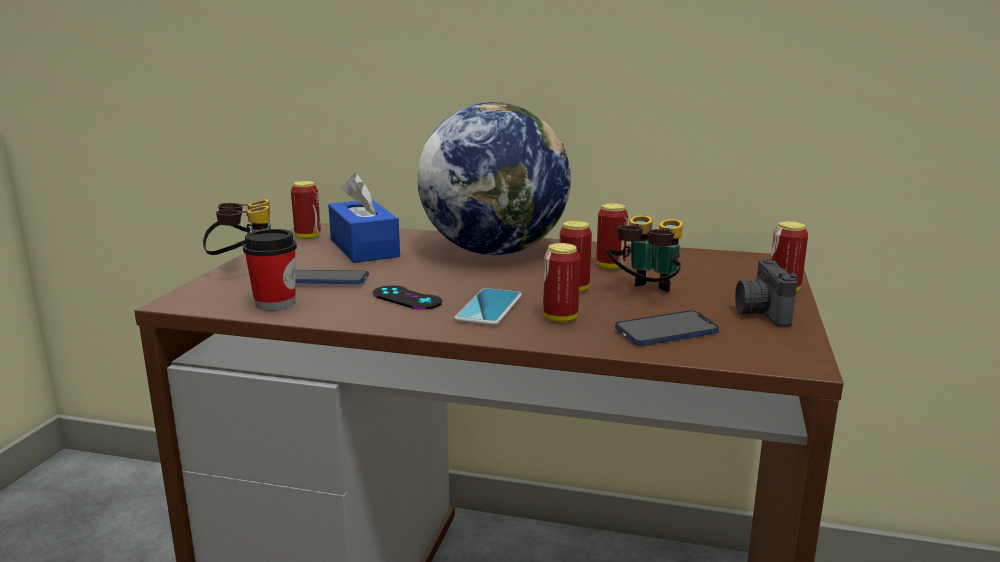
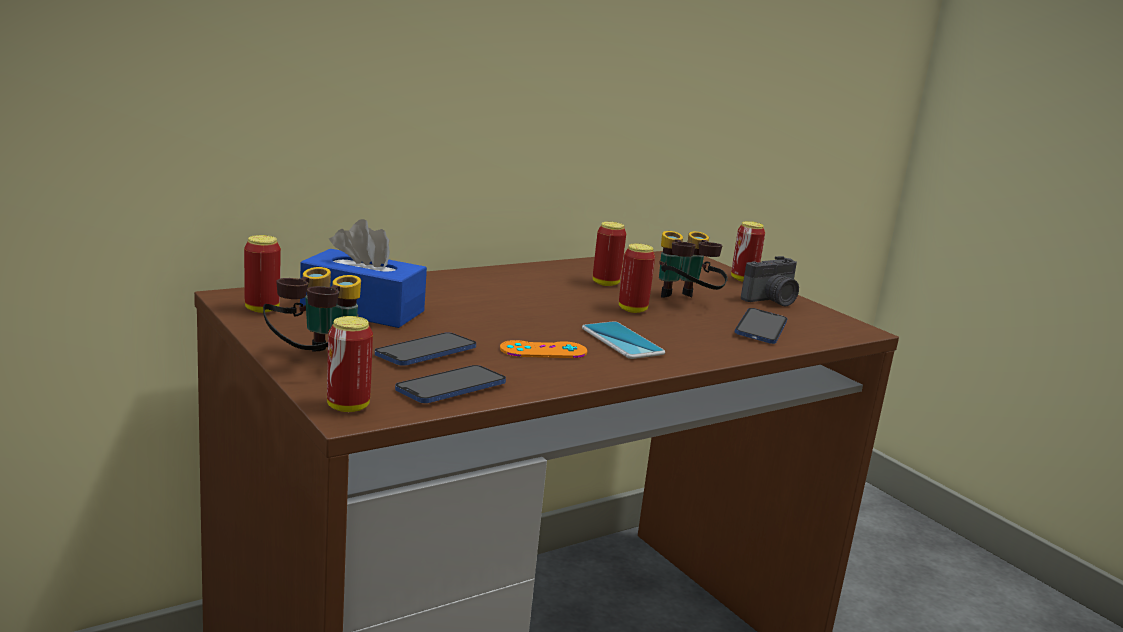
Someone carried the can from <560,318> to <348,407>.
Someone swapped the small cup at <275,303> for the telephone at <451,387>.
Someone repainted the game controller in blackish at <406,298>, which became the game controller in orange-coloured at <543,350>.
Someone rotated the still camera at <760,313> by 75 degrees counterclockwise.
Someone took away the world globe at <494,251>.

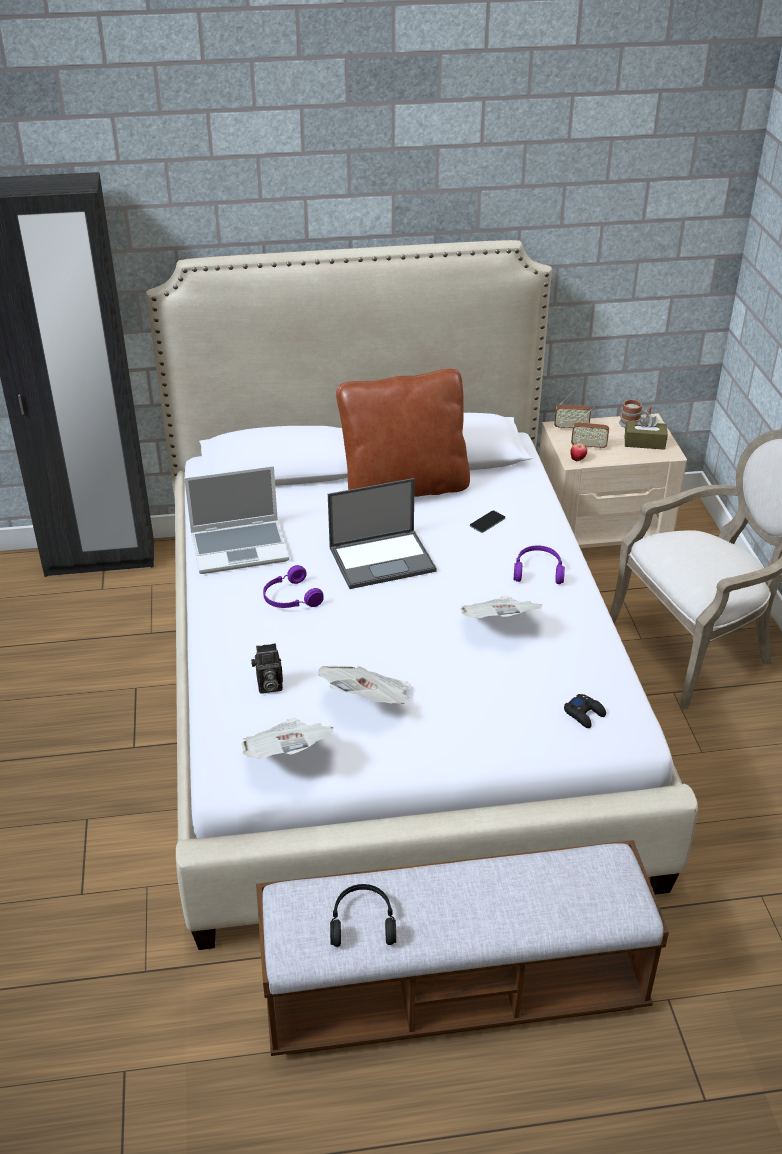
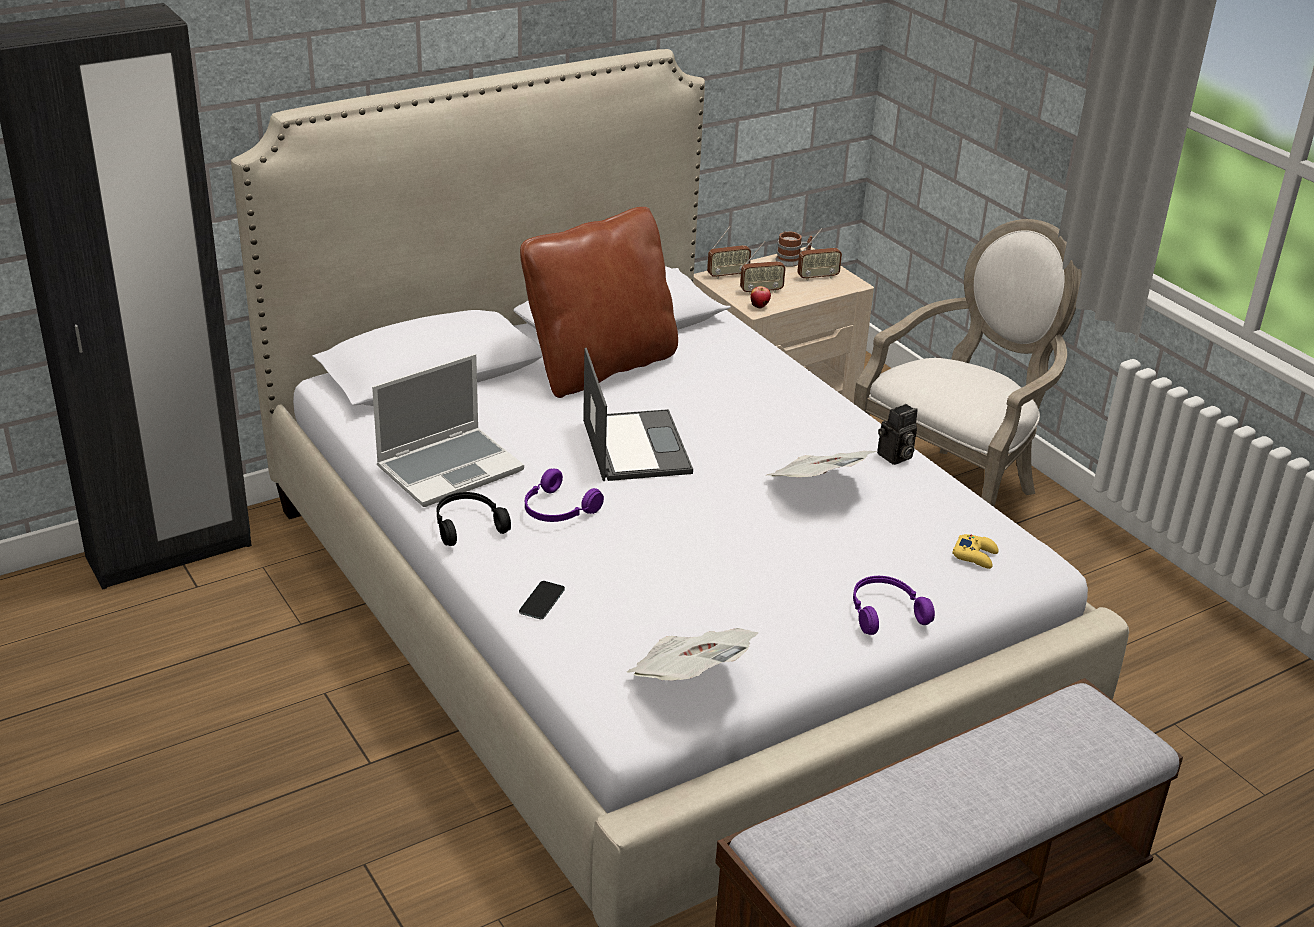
Someone carried the pair of headphones in blackish from <362,922> to <467,525>.
Someone carried the telephone from <487,522> to <542,600>.
Someone rotated the portable computer at <383,559> by 60 degrees counterclockwise.
Someone swapped the tissue box in brownish at <644,442> for the radio at <817,277>.
Someone carried the pair of headphones in purplish from <538,570> to <884,612>.
Someone carried the still camera from <268,686> to <895,457>.
Someone repainted the game controller in blackish at <584,714>, which became the game controller in yellow-coloured at <975,555>.
Someone took away the daily paper at <368,702>.

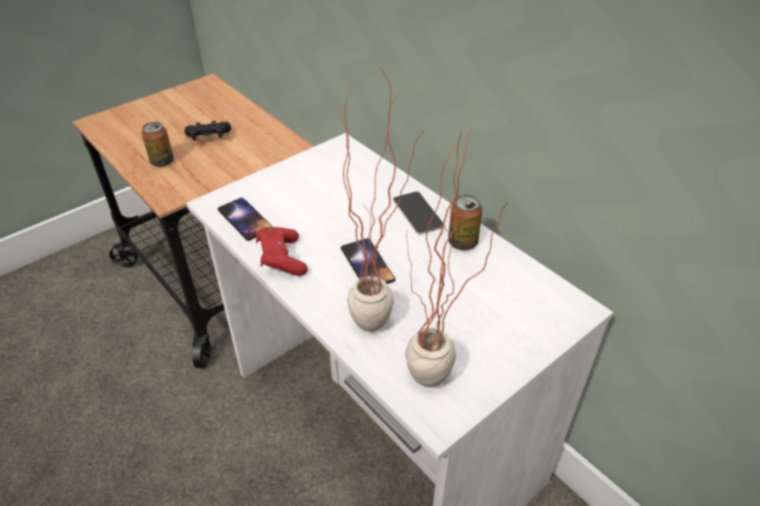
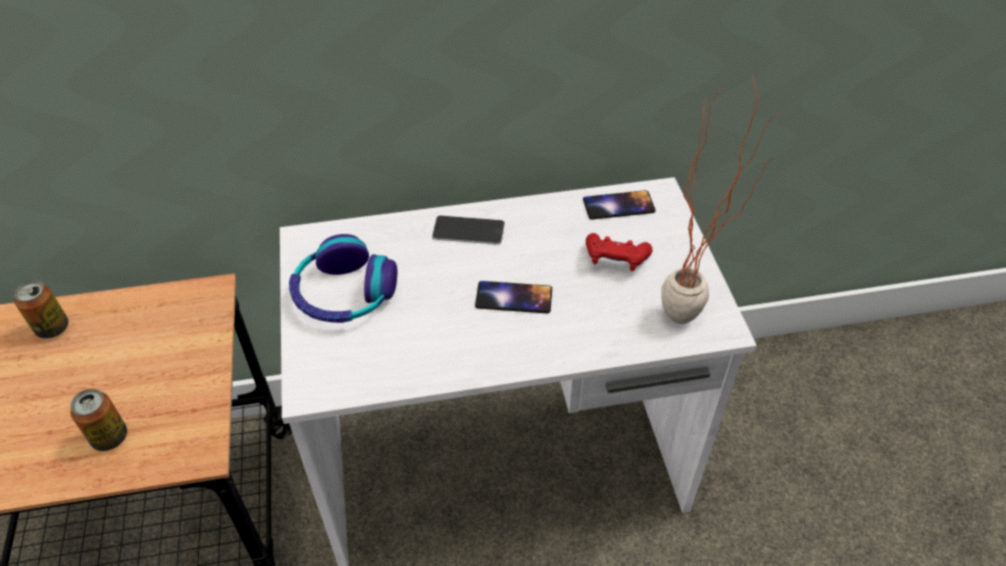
Someone carried the can from <462,242> to <52,328>.
Someone put down the pair of headphones at <344,294>.
Someone carried the telephone from <245,219> to <618,205>.
Someone carried the game controller in red from <281,259> to <615,261>.
Someone took away the game controller in blackish at <209,139>.
Someone took away the plant in a pot at <382,318>.

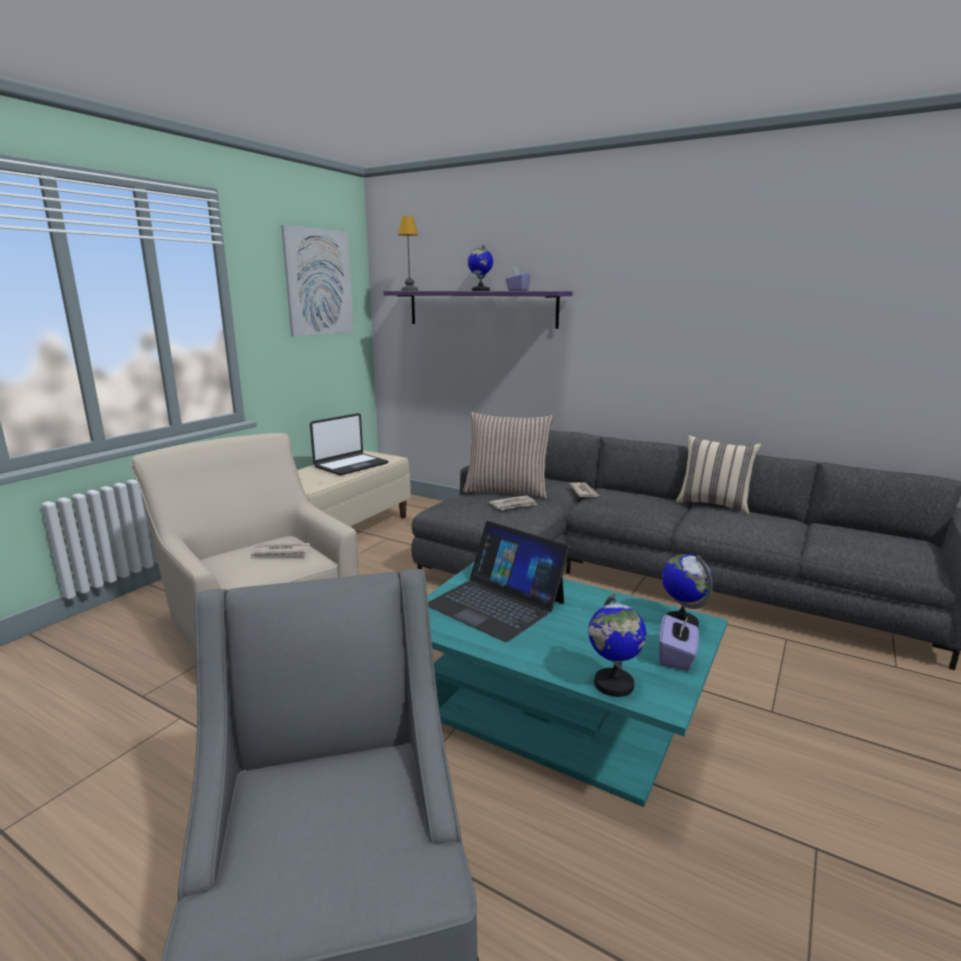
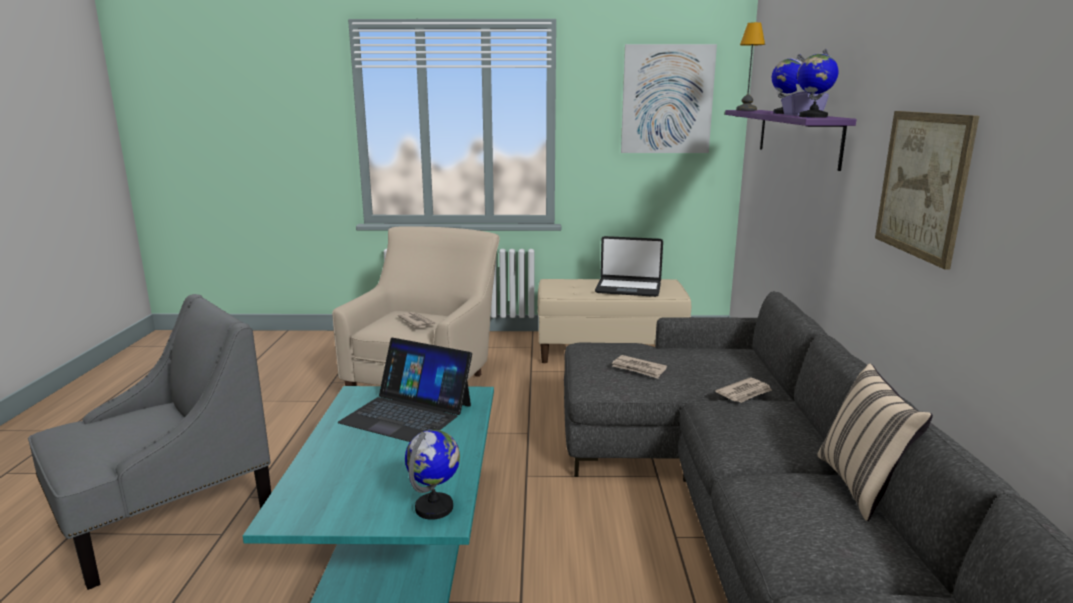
Someone rotated the portable computer at <496,603> by 75 degrees counterclockwise.
Someone carried the world globe from <613,684> to <812,117>.
Someone put up the picture at <923,184>.
Someone took away the pillow at <507,491>.
Someone took away the tissue box in purplish at <676,656>.

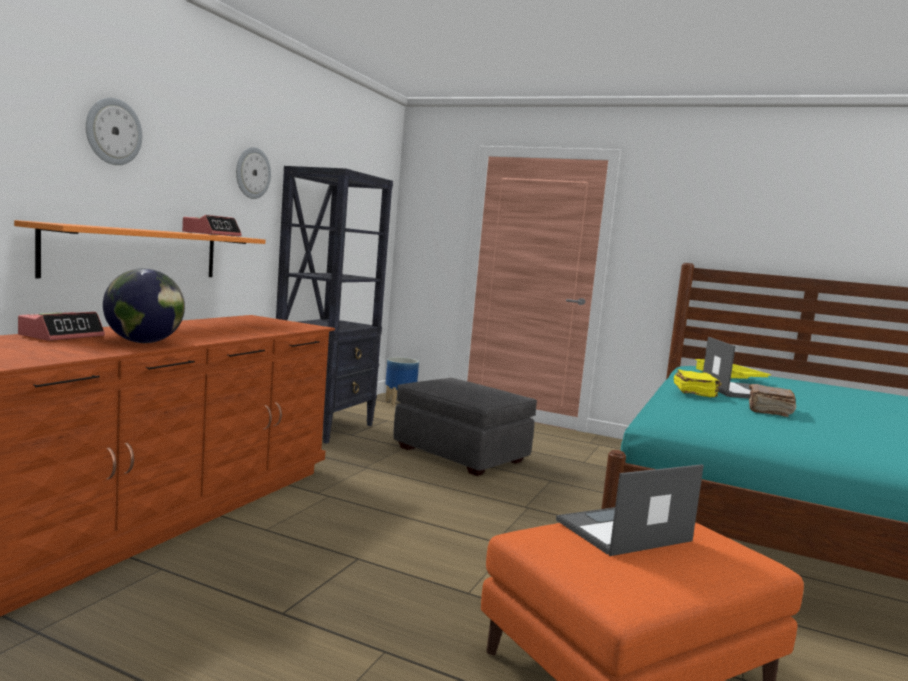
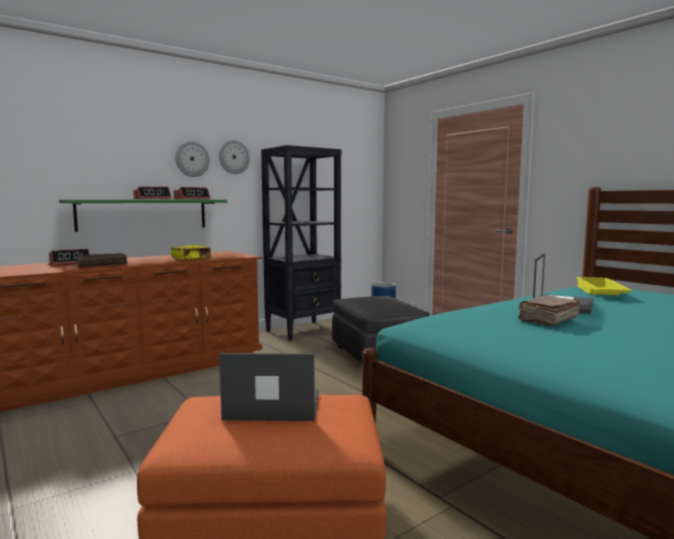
Someone repainted the bracket shelf in orange-coloured at <136,253>, which became the bracket shelf in green at <143,214>.
Someone swapped the world globe at <144,342> for the bound book in brownish at <102,265>.
Someone put down the table clock at <152,199>.
Someone carried the bound book in yellow-coloured from <695,393> to <191,259>.
Someone carried the hanging clock from <113,131> to <192,159>.

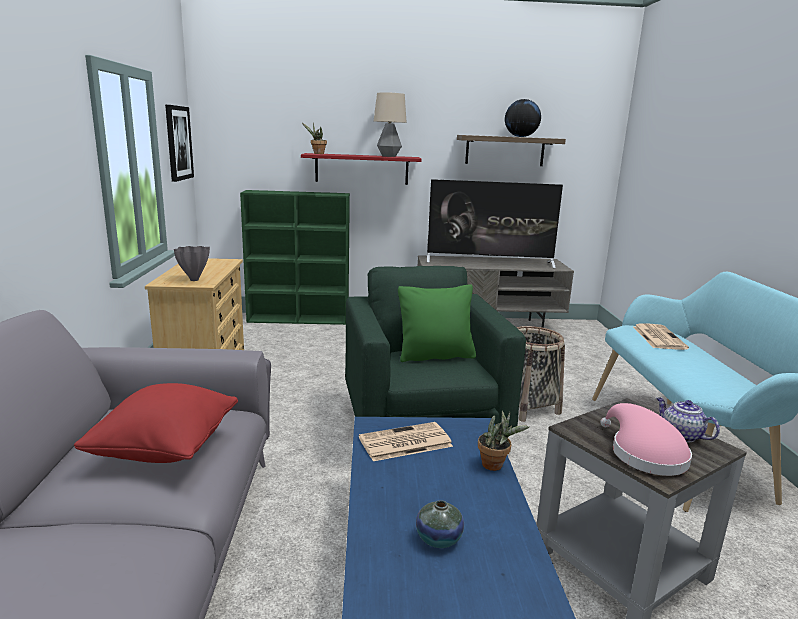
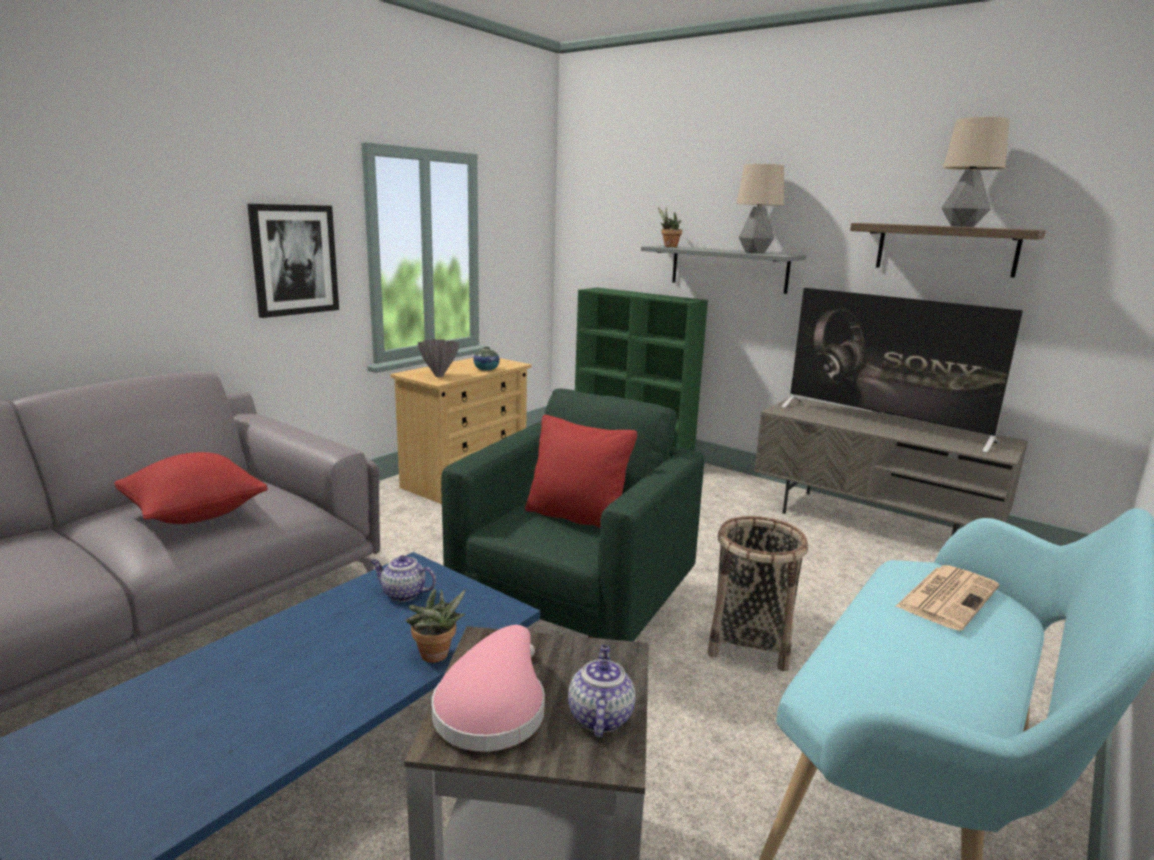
Someone carried the picture from <178,143> to <294,260>.
Someone swapped the daily paper at <404,442> for the teapot at <402,594>.
Someone carried the flower vase from <438,539> to <486,369>.
Someone repainted the pillow in green at <435,356>, which became the pillow in red at <577,517>.
Someone repainted the bracket shelf in red at <361,169>, which became the bracket shelf in greyish at <728,269>.
Someone swapped the world globe at <521,136> for the lamp for a table at <961,226>.

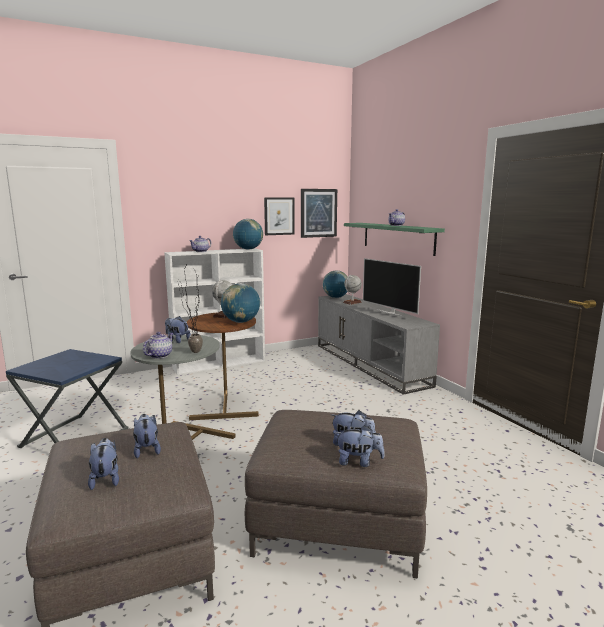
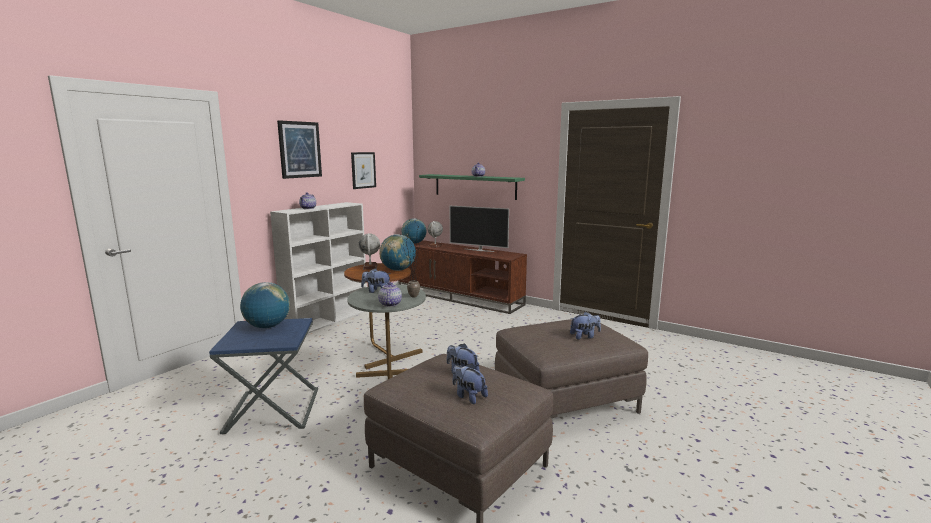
Someone carried the world globe from <248,249> to <267,327>.
Someone carried the picture from <318,213> to <299,149>.
Someone repainted the tv stand in greyish at <370,364>, which became the tv stand in brownish at <460,297>.
Someone took away the soft toy at <358,462>.

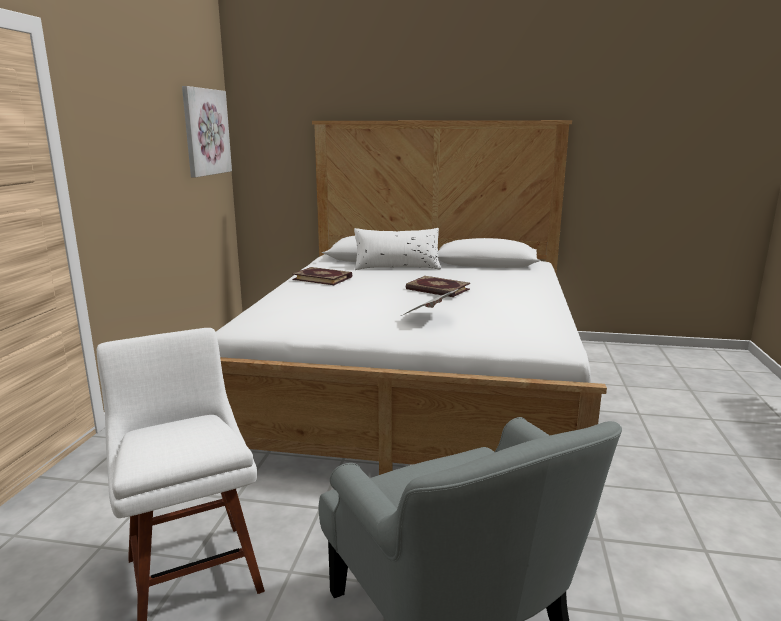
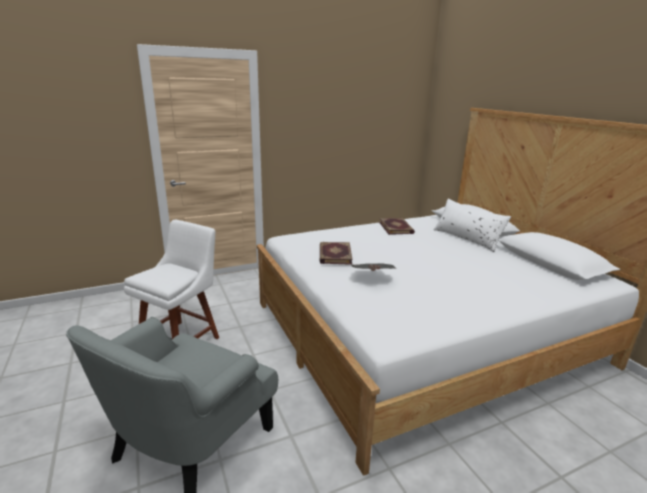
Someone carried the bound book from <437,289> to <334,255>.
Someone took away the picture at <205,132>.

